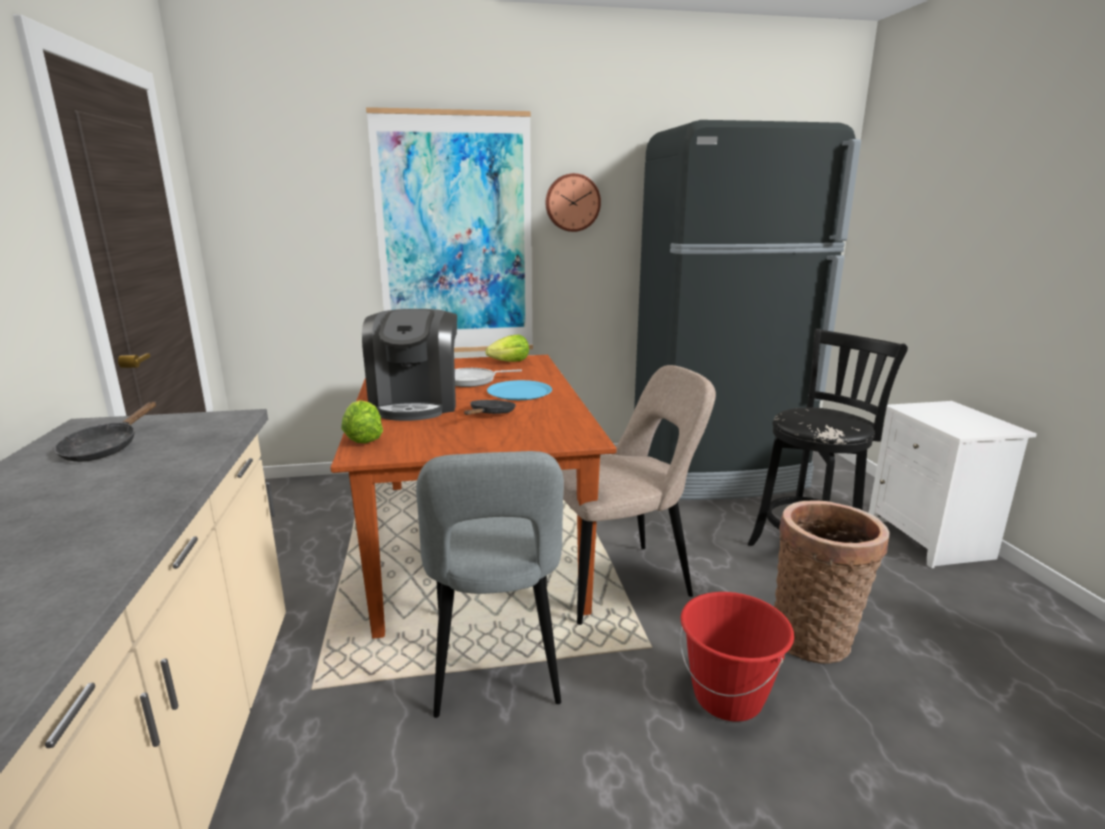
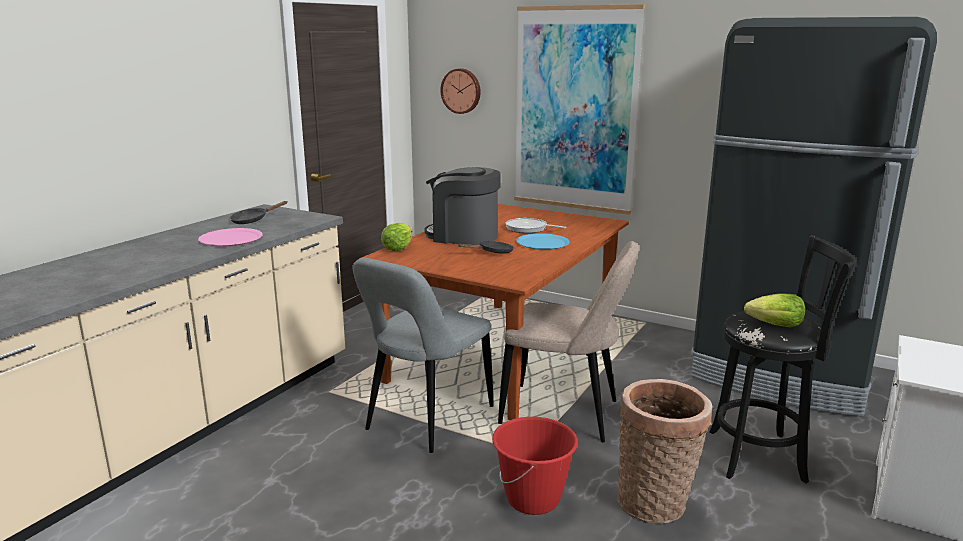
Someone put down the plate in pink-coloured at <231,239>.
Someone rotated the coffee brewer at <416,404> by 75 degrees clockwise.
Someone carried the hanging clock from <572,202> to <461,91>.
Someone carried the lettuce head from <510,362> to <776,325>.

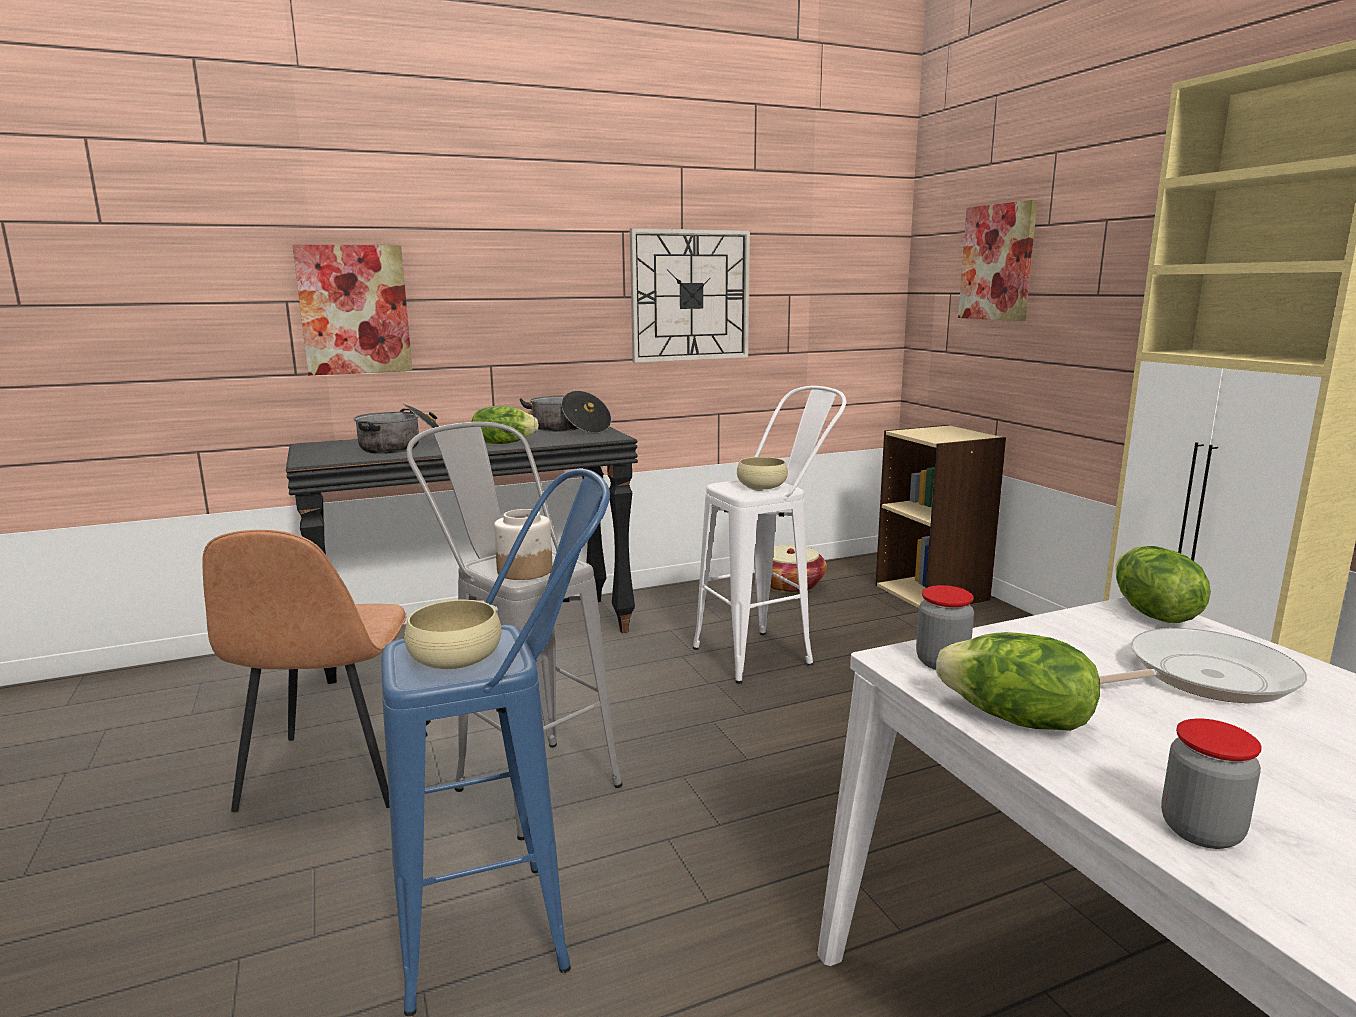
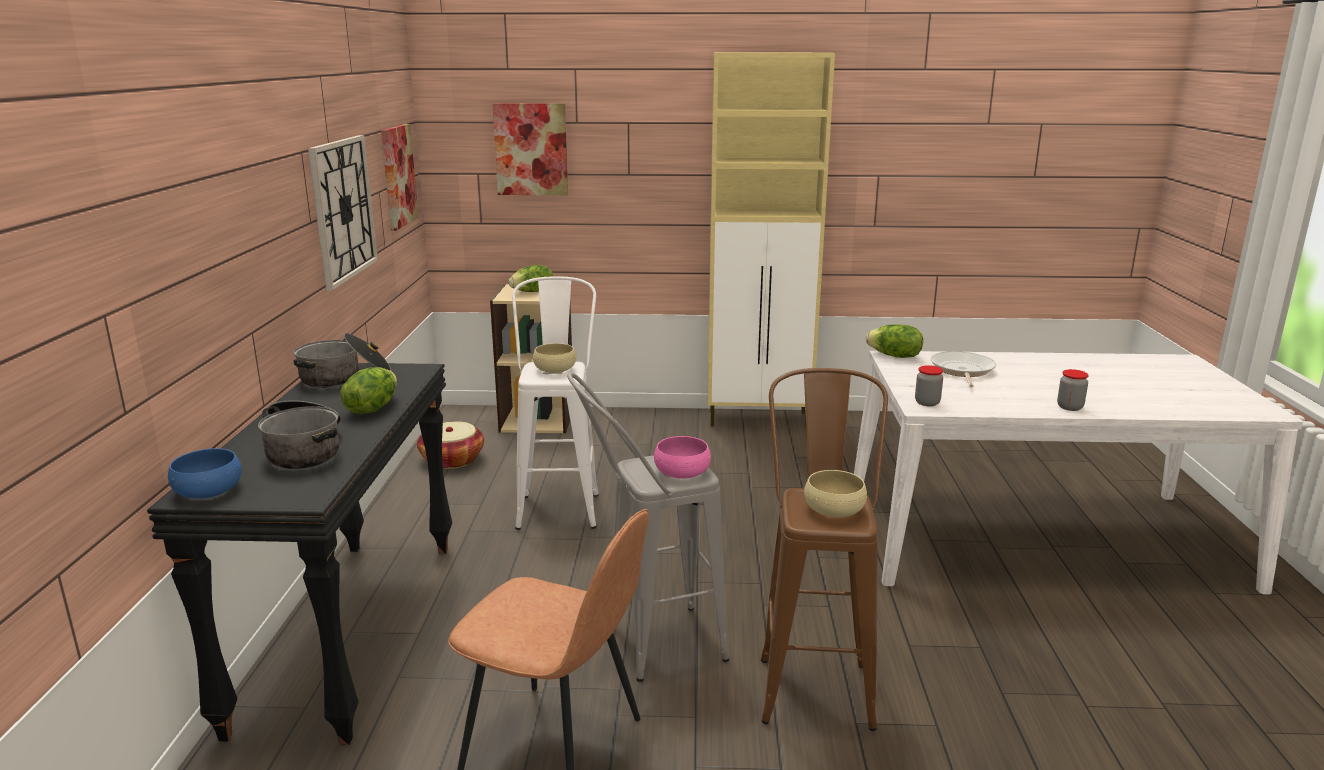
Someone put down the serving bowl in blue-coloured at <208,490>.
Someone carried the picture from <354,310> to <398,176>.
Someone carried the lettuce head from <1016,720> to <533,292>.
Someone swapped the jar at <524,571> for the serving bowl in pink-coloured at <682,472>.
Someone repainted the sitting stool in blue-coloured at <513,926>, which became the sitting stool in brownish at <814,679>.

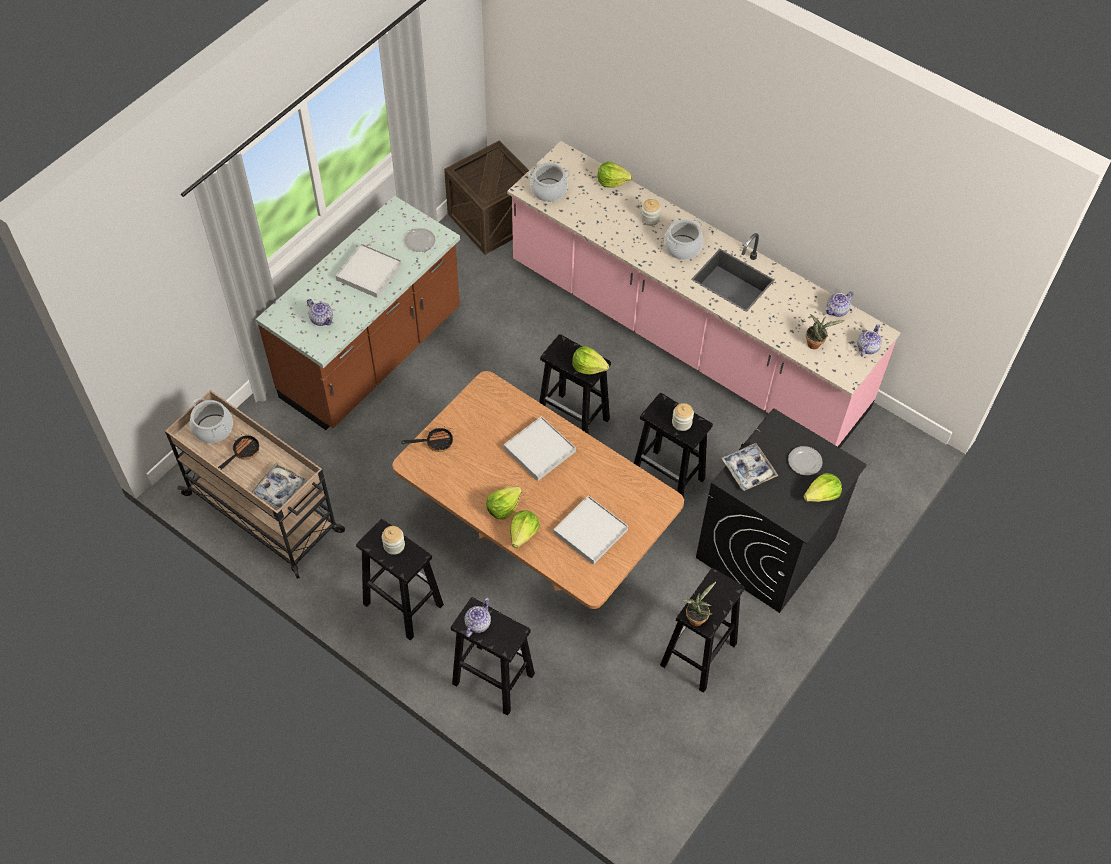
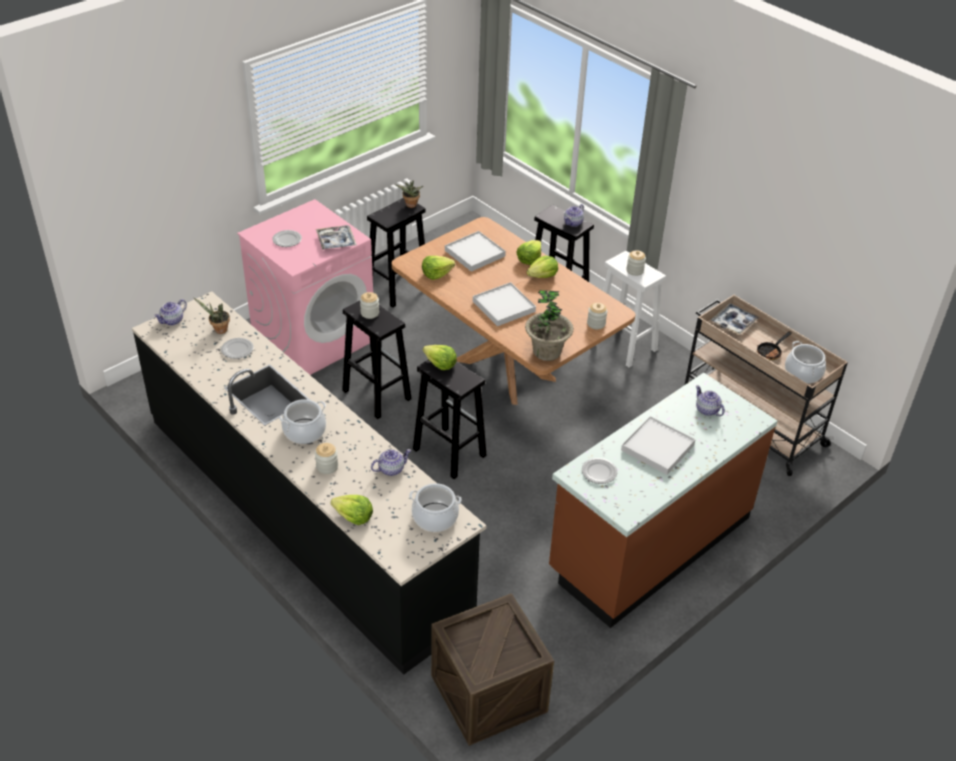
Someone repainted the kitchen counter in pink-coloured at <685,336>, which became the kitchen counter in blackish at <304,513>.
Someone put down the plate at <237,350>.
Someone repainted the laundry machine in blackish at <765,549>, which became the laundry machine in pink-coloured at <314,338>.
Someone carried the teapot from <837,310> to <391,469>.
Someone carried the lettuce head from <821,495> to <436,273>.
Someone put down the plant in a pot at <547,351>.
Someone swapped the frying pan at <435,442> for the jar at <596,324>.
Someone repainted the sitting stool in blackish at <402,604>, which became the sitting stool in whitish at <625,346>.

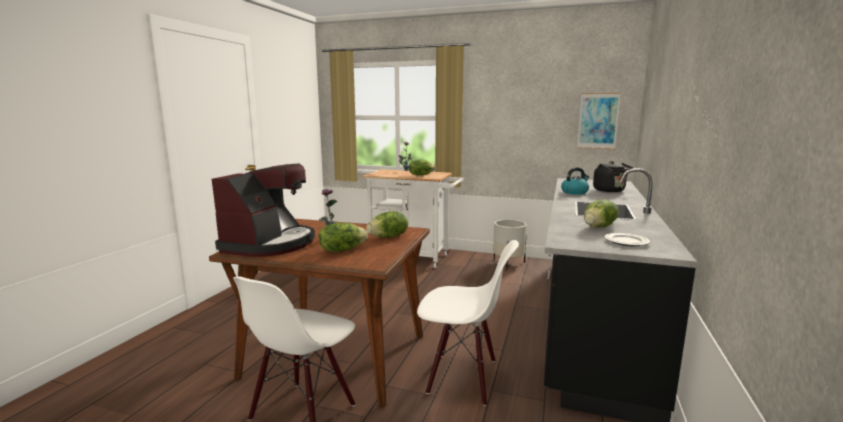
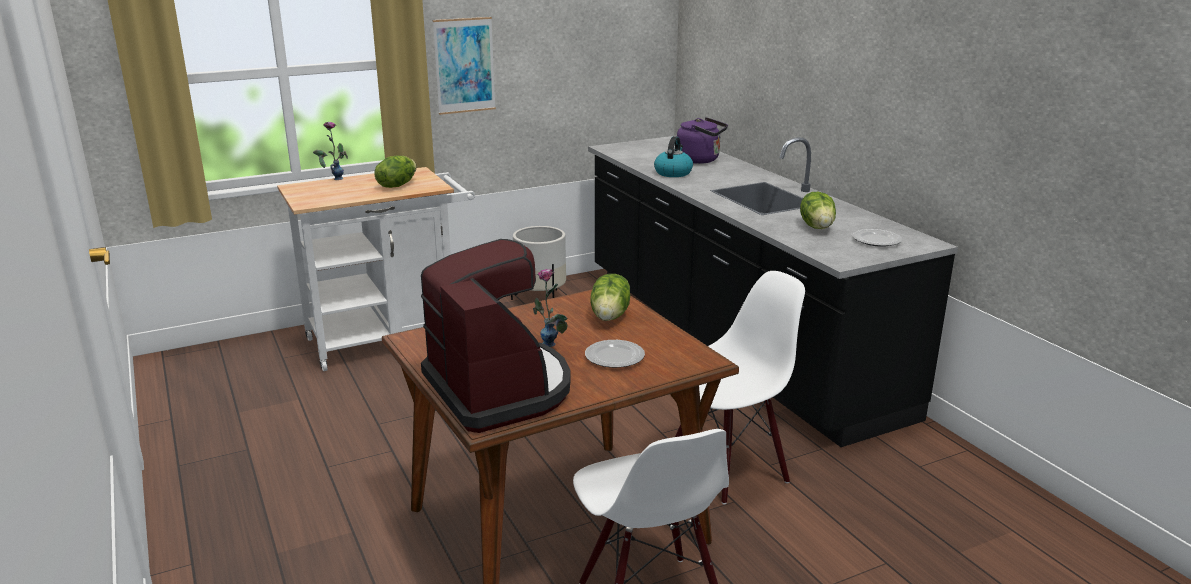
Someone carried the picture from <598,121> to <464,65>.
Someone swapped the lettuce head at <342,250> for the plate at <614,357>.
Someone repainted the kettle in blackish at <610,191>, which became the kettle in purplish at <700,160>.

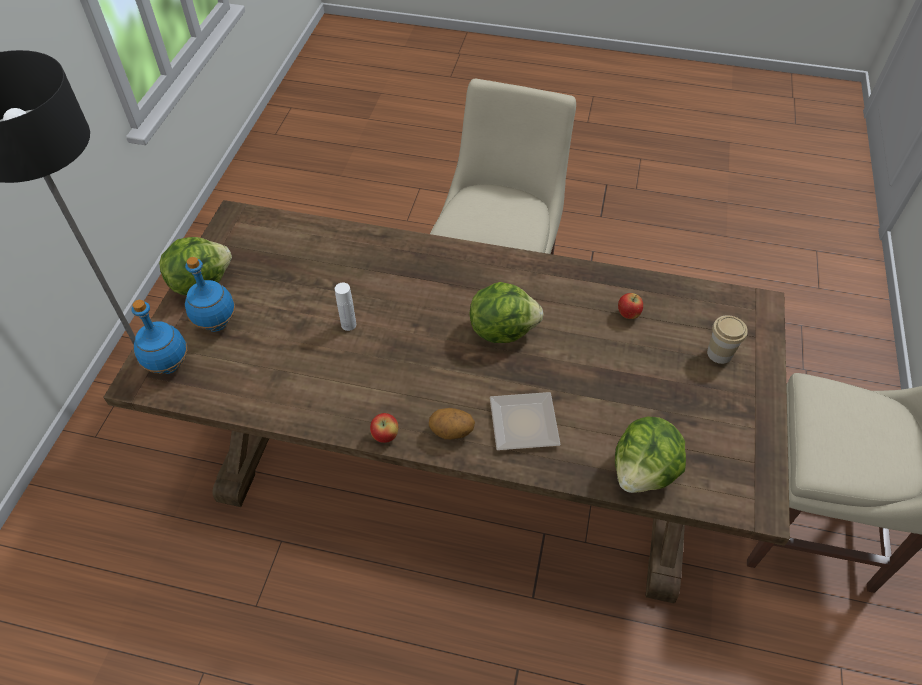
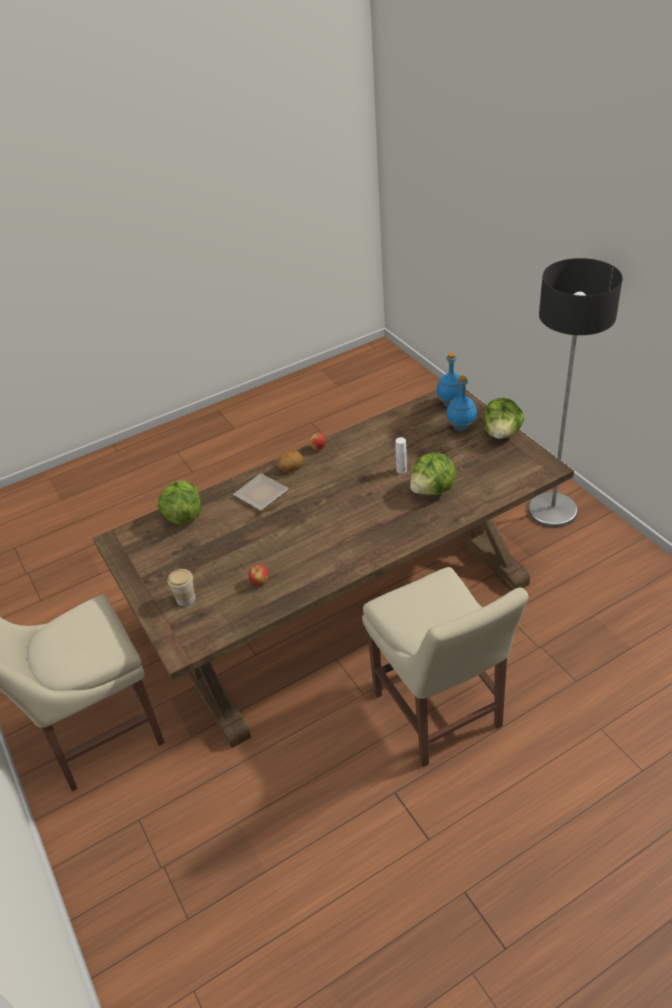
Someone carried the lettuce head from <502,329> to <433,490>.

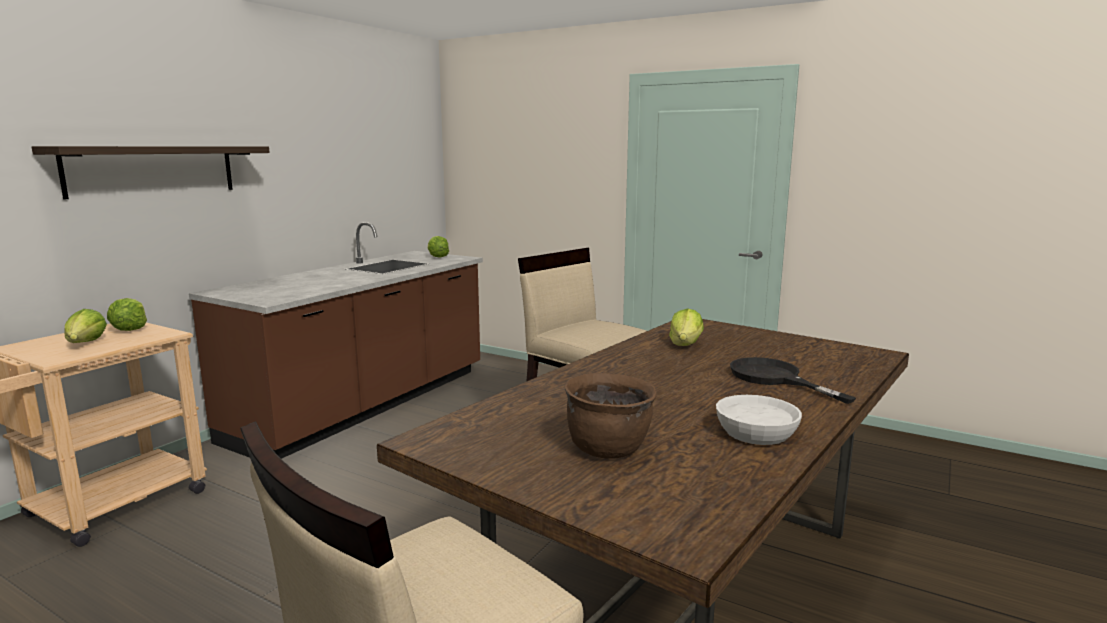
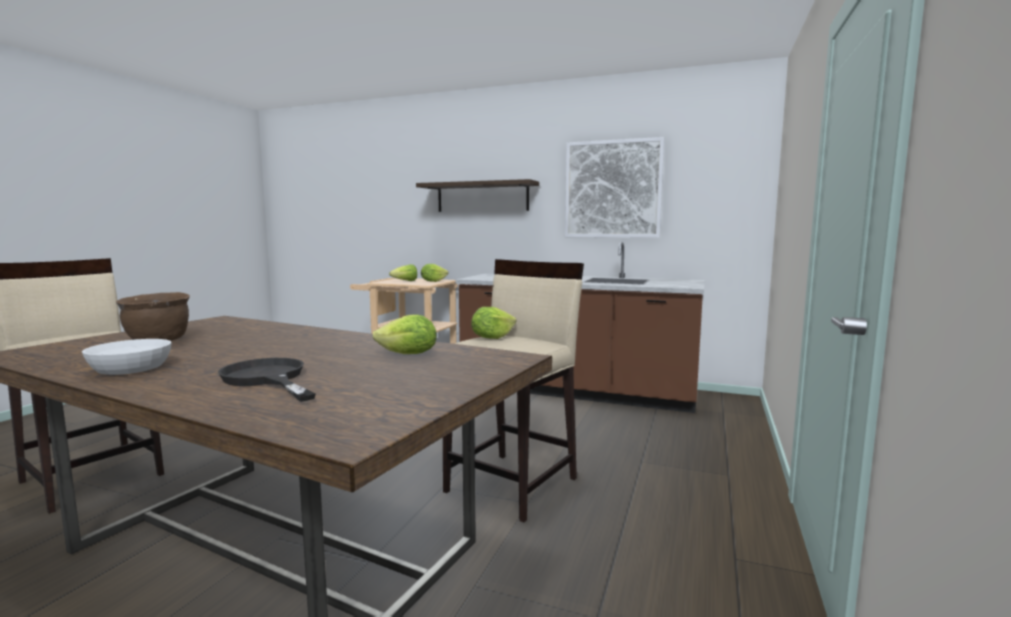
Someone rotated the frying pan in blackish at <774,378> by 90 degrees counterclockwise.
Someone carried the lettuce head from <437,257> to <492,338>.
Someone put up the picture at <612,189>.

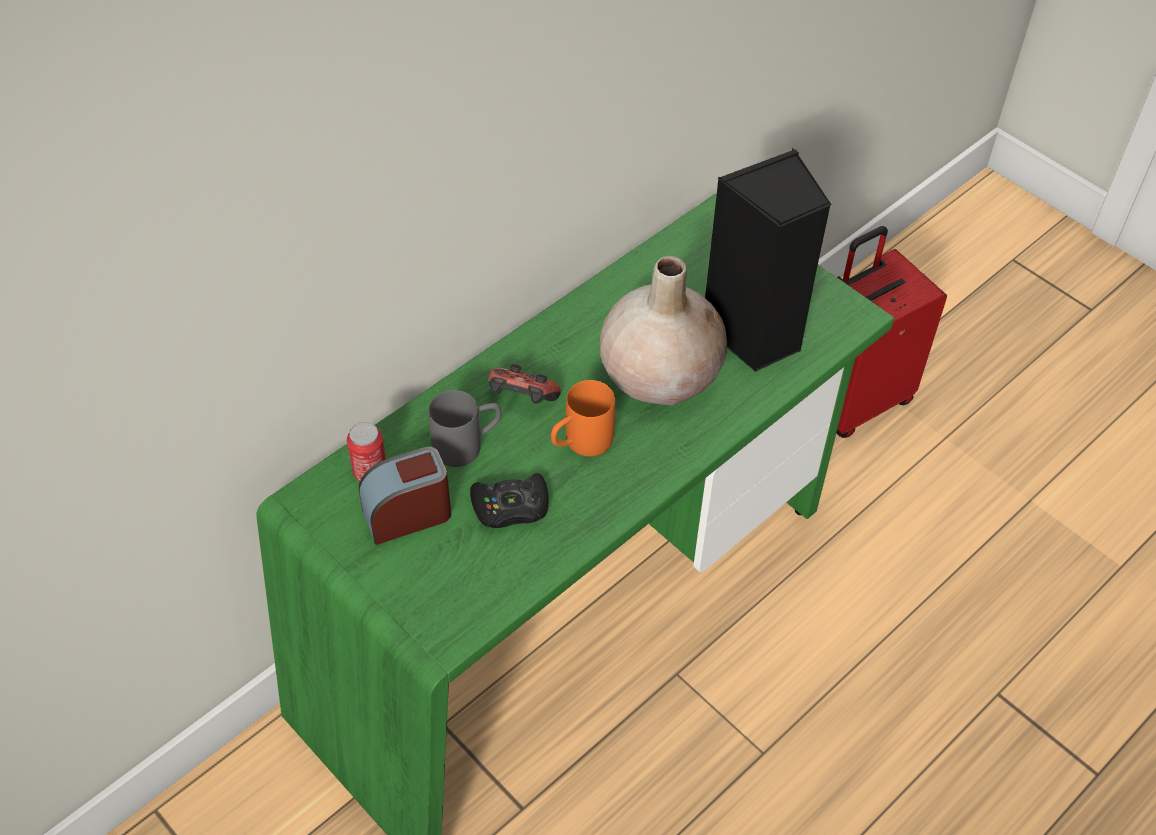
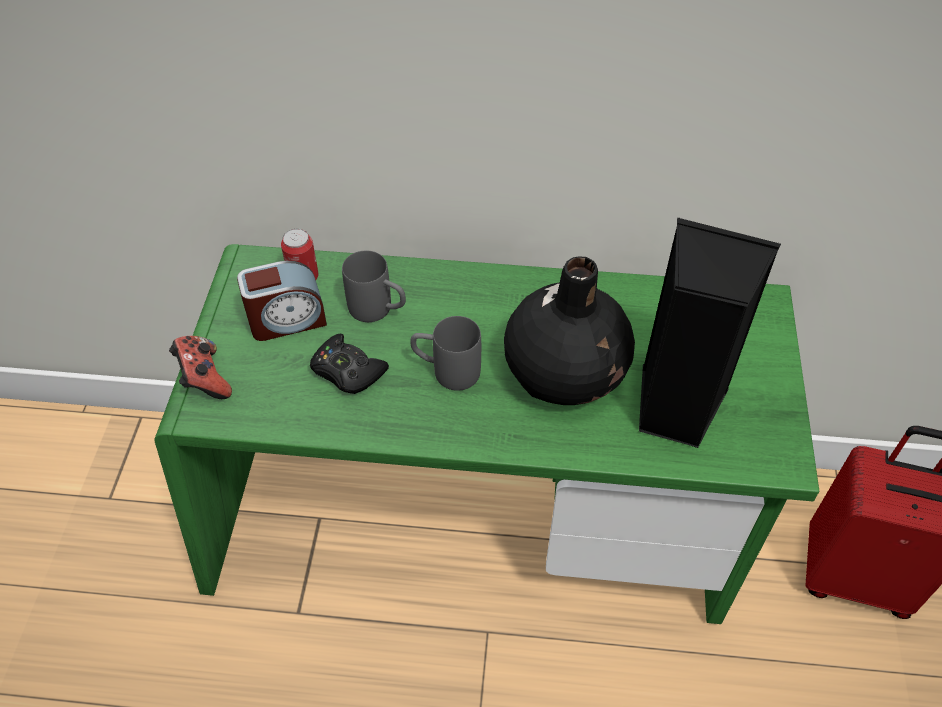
Someone carried the game controller from <521,400> to <204,379>.
Someone rotated the table clock at <408,514> by 135 degrees clockwise.
Someone repainted the mug in orange-coloured at <580,444>, which became the mug in greyish at <446,371>.
Someone repainted the flower vase in sand-coloured at <660,374>, which became the flower vase in blackish at <565,373>.

